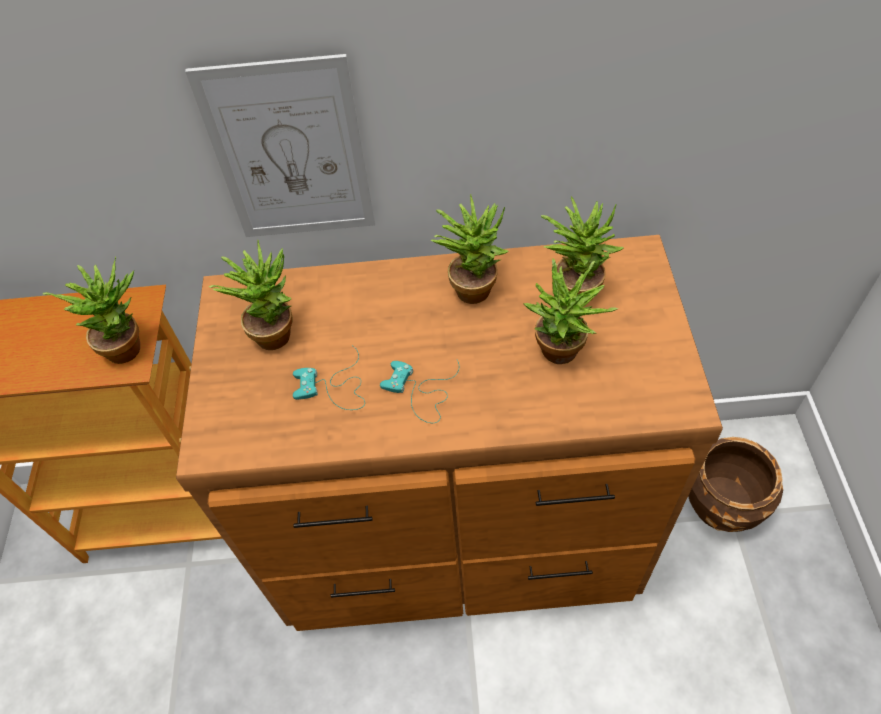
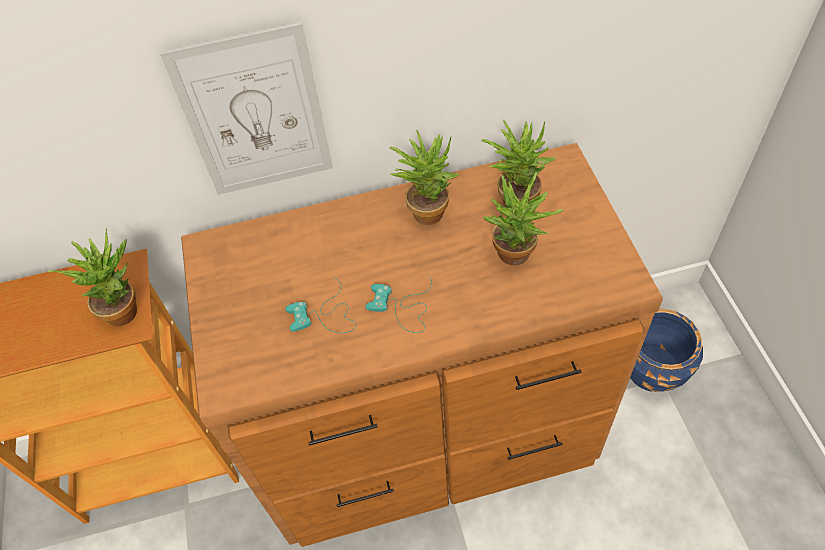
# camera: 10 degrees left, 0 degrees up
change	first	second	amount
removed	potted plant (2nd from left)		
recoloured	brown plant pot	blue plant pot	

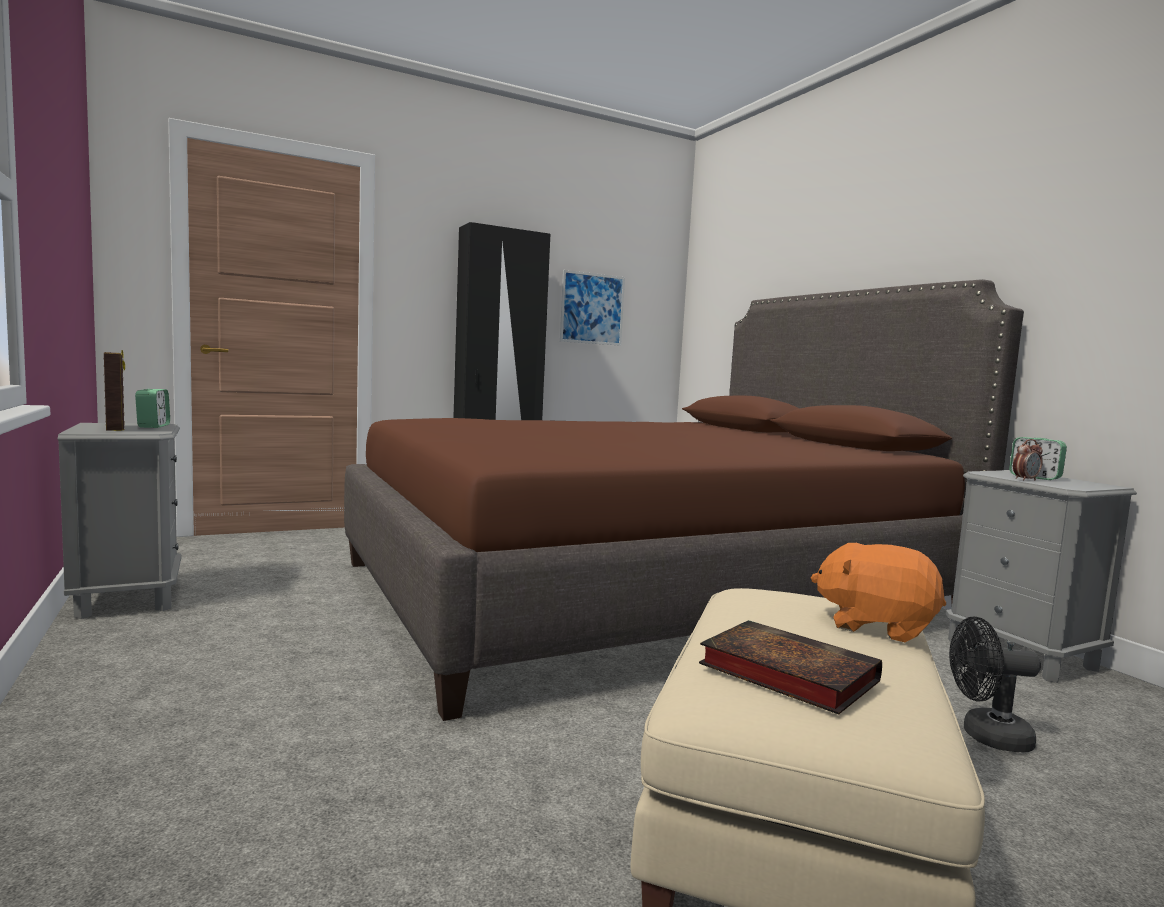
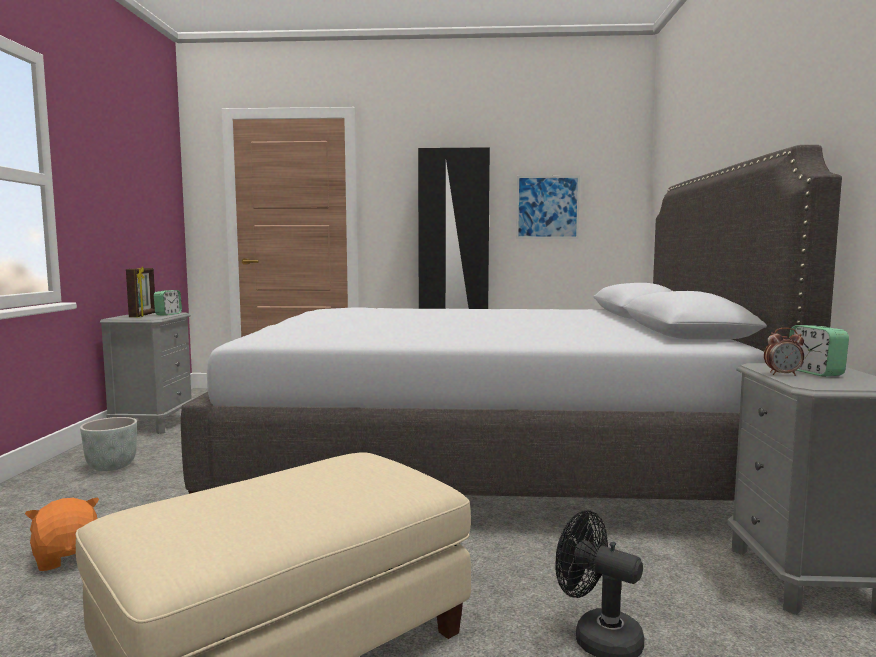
# camera: 30 degrees right, 0 degrees up
change	first	second	amount
recoloured	brown bed	gray bed	
removed	book		
moved	orange-coloured soft toy		
added		gray plant pot	

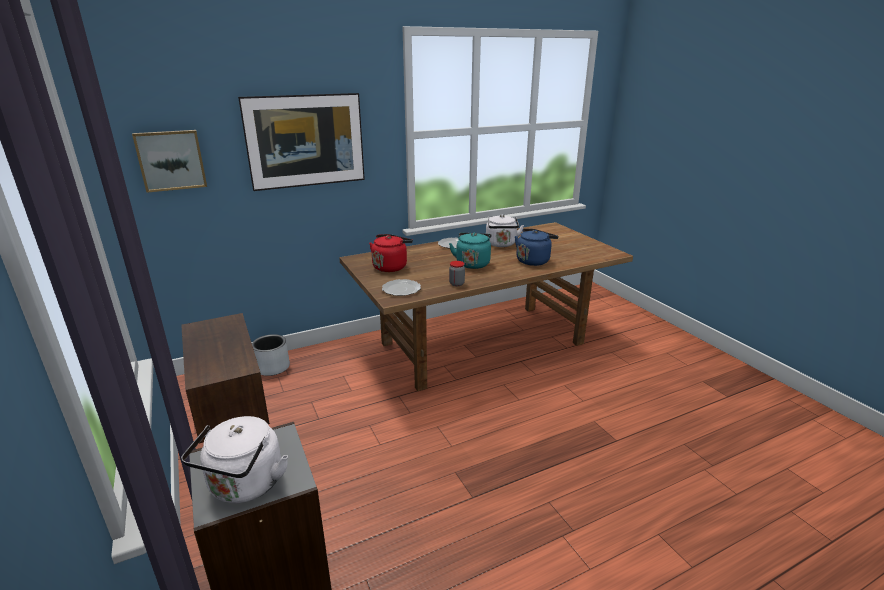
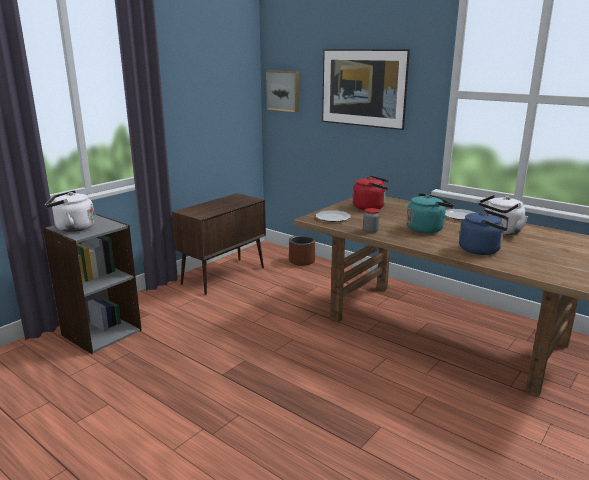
# camera: 65 degrees right, 5 degrees down
change	first	second	amount
recoloured	gray plant pot	brown plant pot	

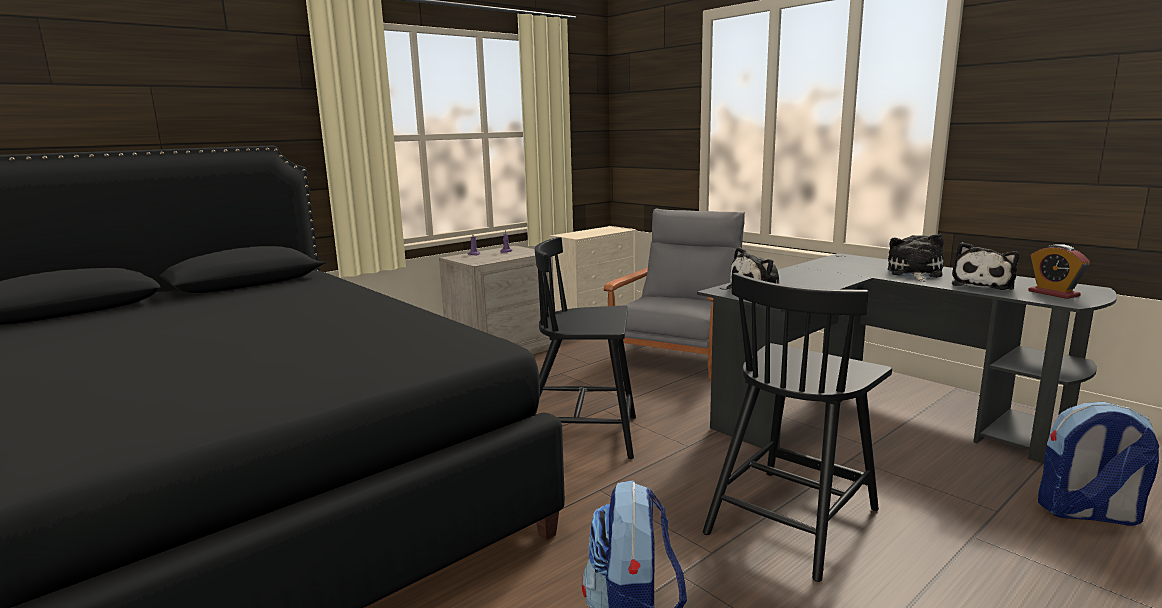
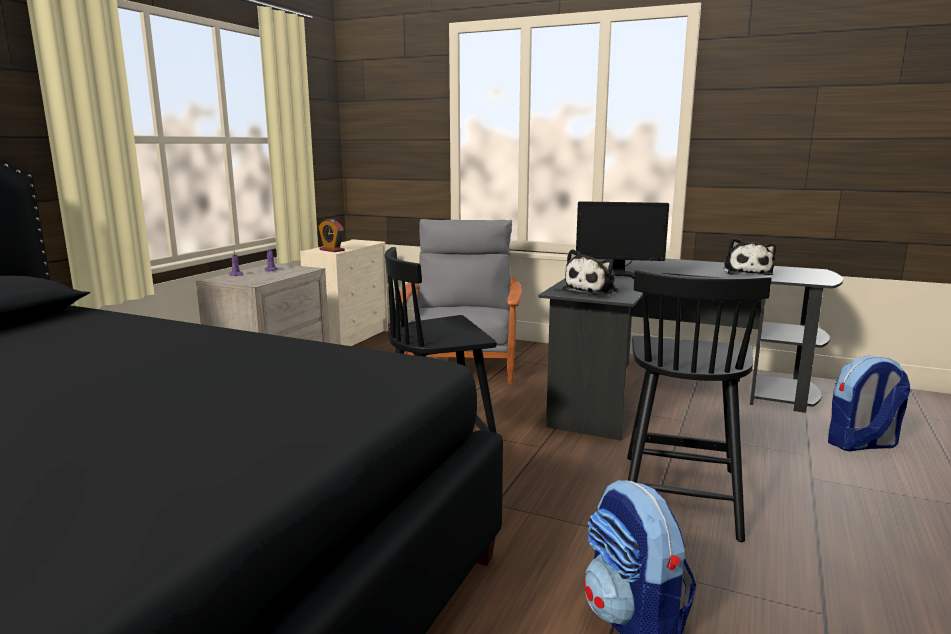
# camera: 25 degrees left, 0 degrees up
change	first	second	amount
removed	soft toy (2nd from left)		
moved	bedside clock		
added		monitor	

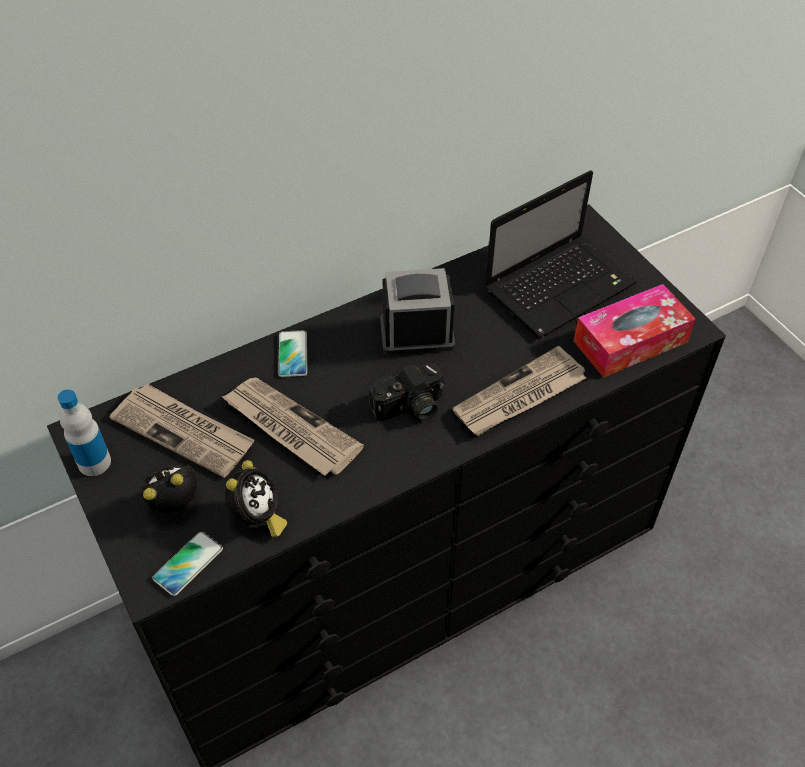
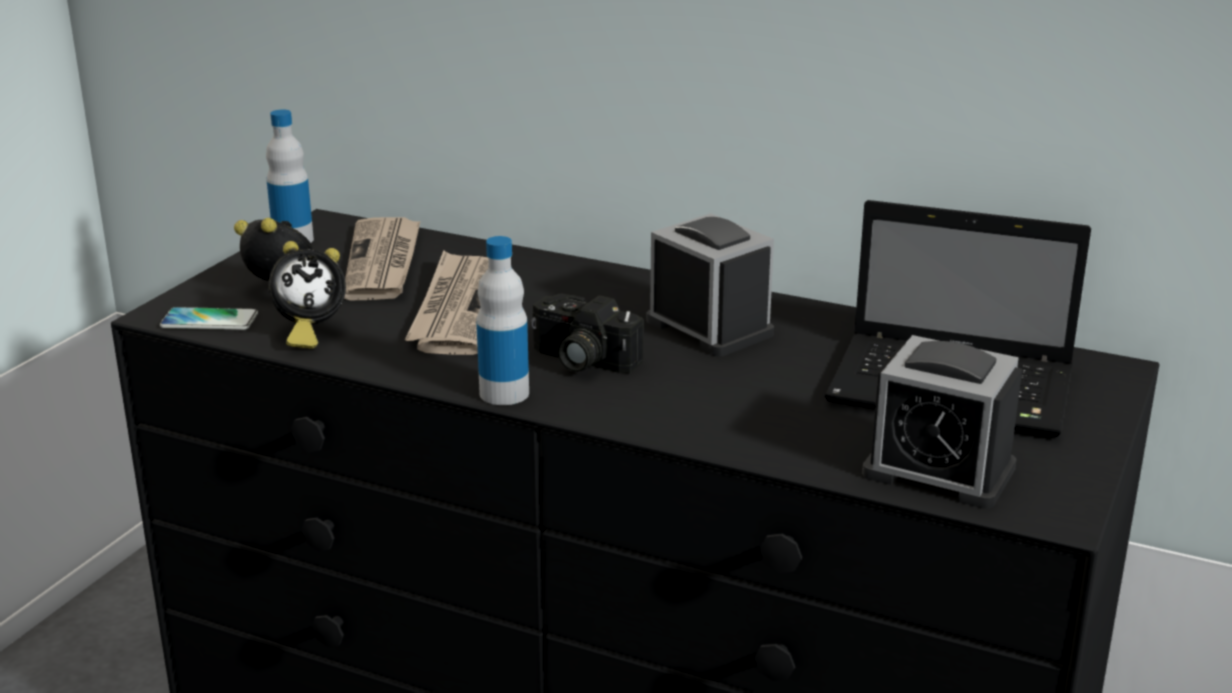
# camera: 55 degrees right, 25 degrees down
change	first	second	amount
removed	telephone (2nd from left)		
removed	newspaper (3rd from left)		
replaced	tissue box	bedside clock (4th from left)	
added		beverage bottle (2nd from left)	

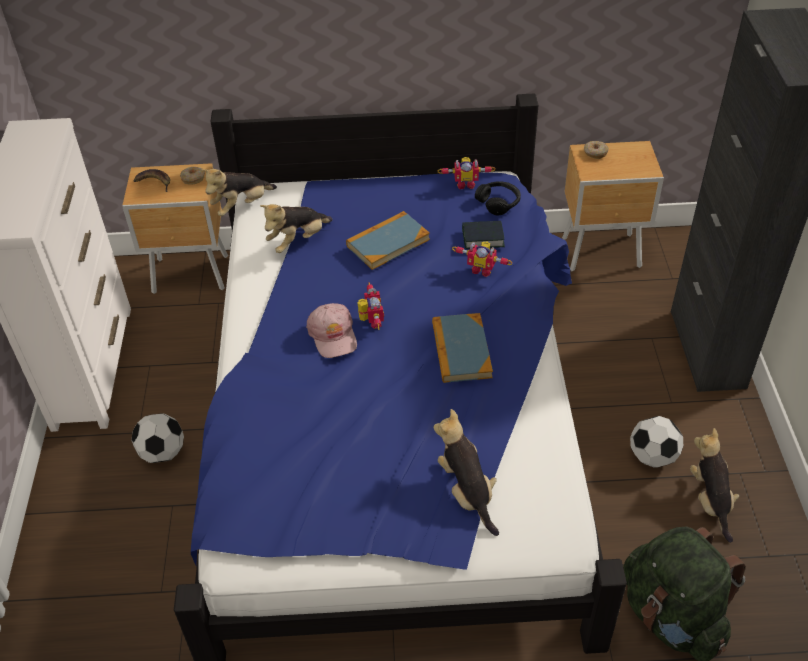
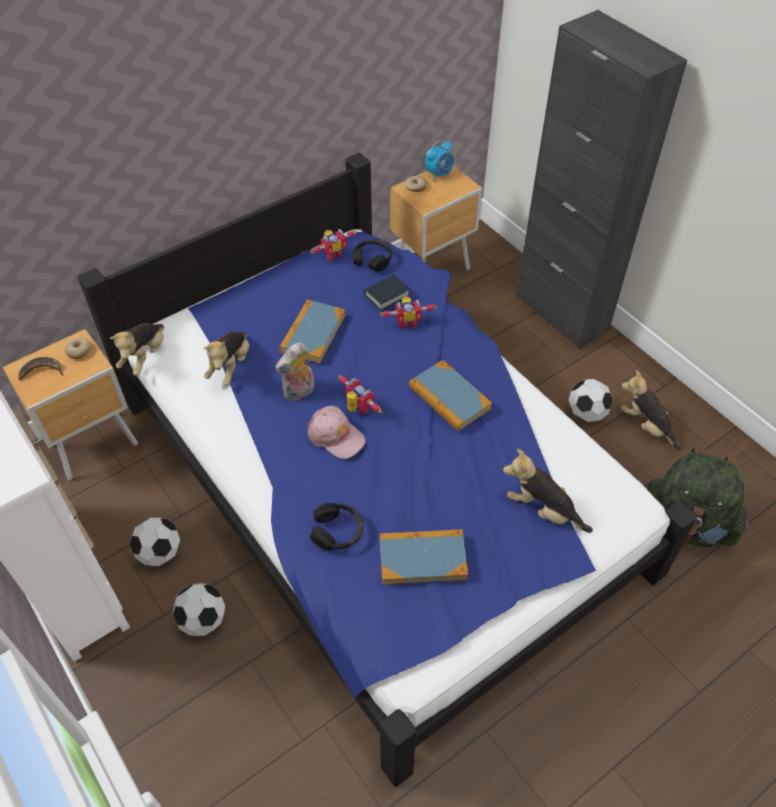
# camera: 35 degrees left, 5 degrees up
change	first	second	amount
added		football (1st from left)	
added		soft toy (3rd from left)	
added		blackish pair of headphones (1st from left)	
added		book (3rd from left)	
added		bedside clock	

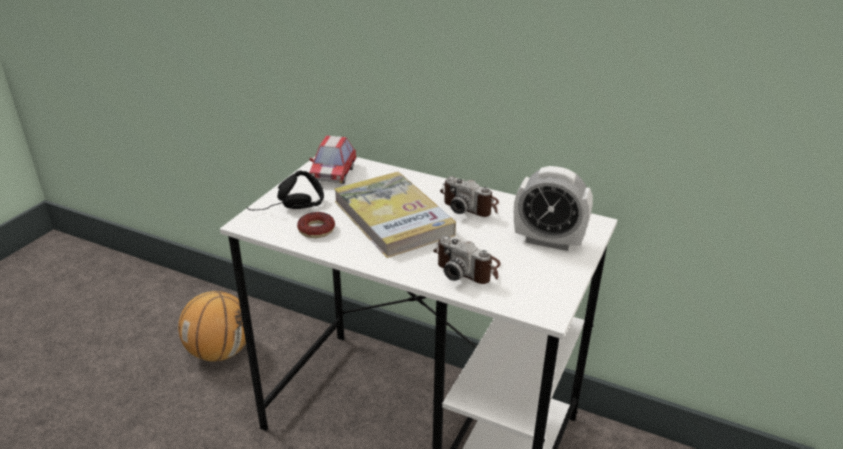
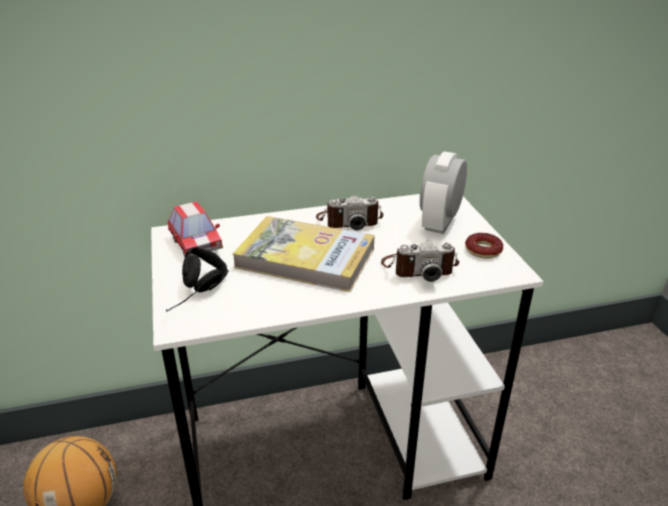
# camera: 40 degrees left, 0 degrees up
change	first	second	amount
moved	ring doughnut		
turned	bedside clock		135 degrees clockwise

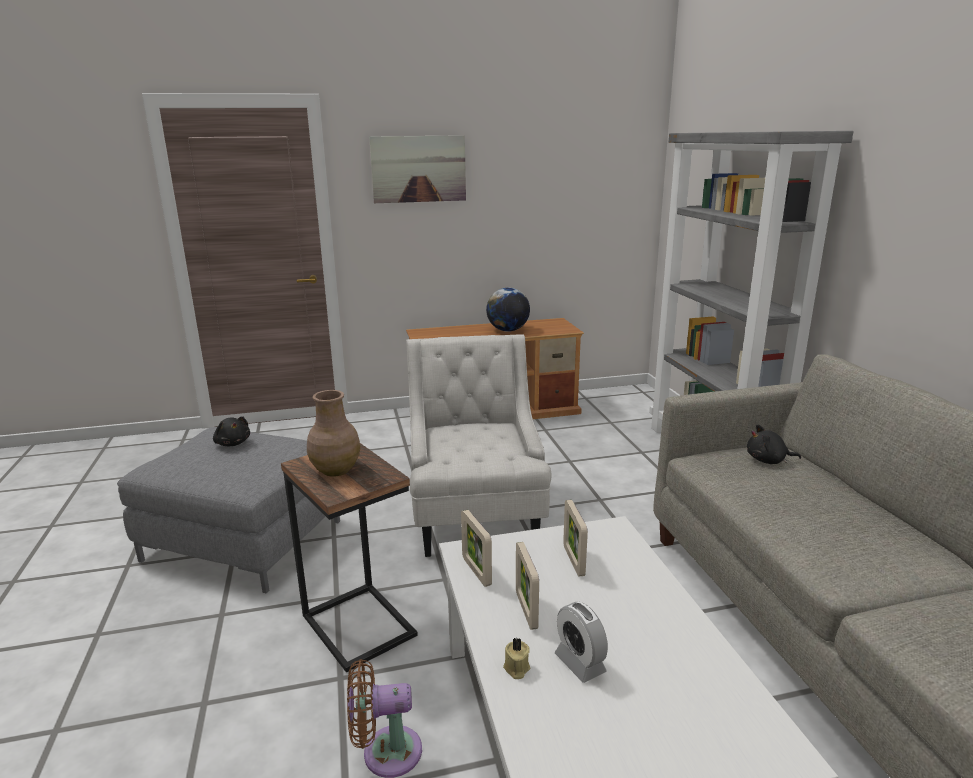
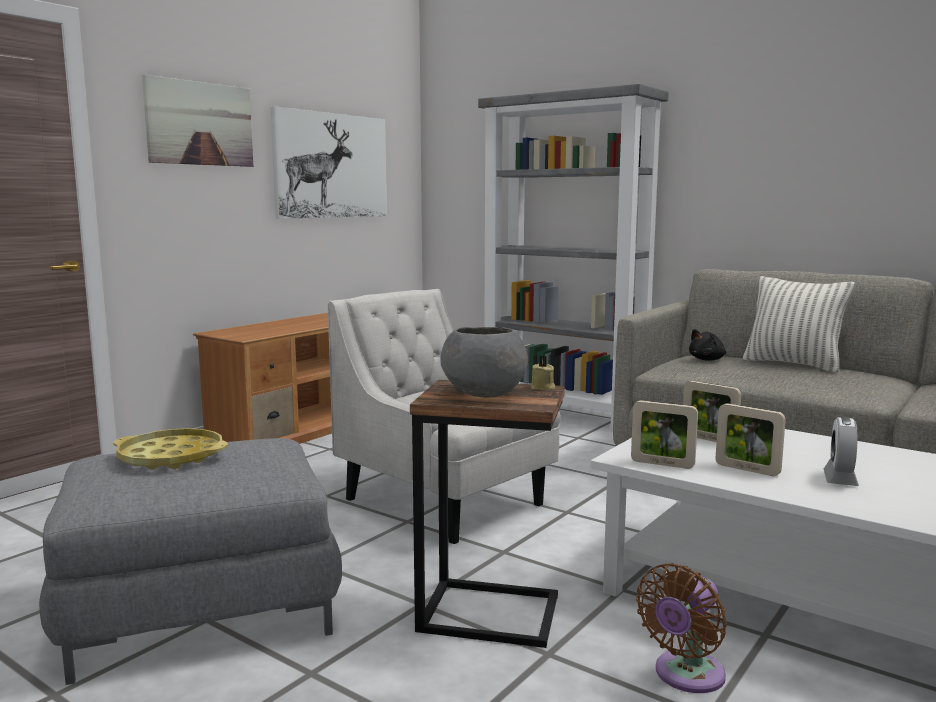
# camera: 40 degrees left, 10 degrees down
change	first	second	amount
replaced	blackish soft toy (1st from left)	yellow-coloured serving tray	
replaced	brown decorative vase	gray serving bowl	
removed	desk globe		
moved	sand-coloured wax candle		
turned	bedside clock		90 degrees clockwise
added		wall art (2nd from left)	
added		pillow	

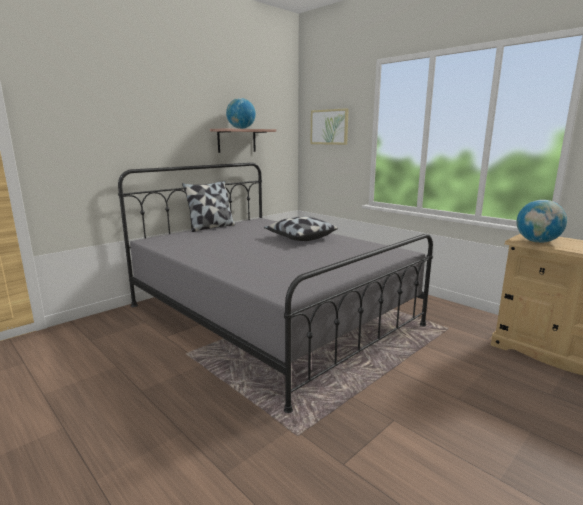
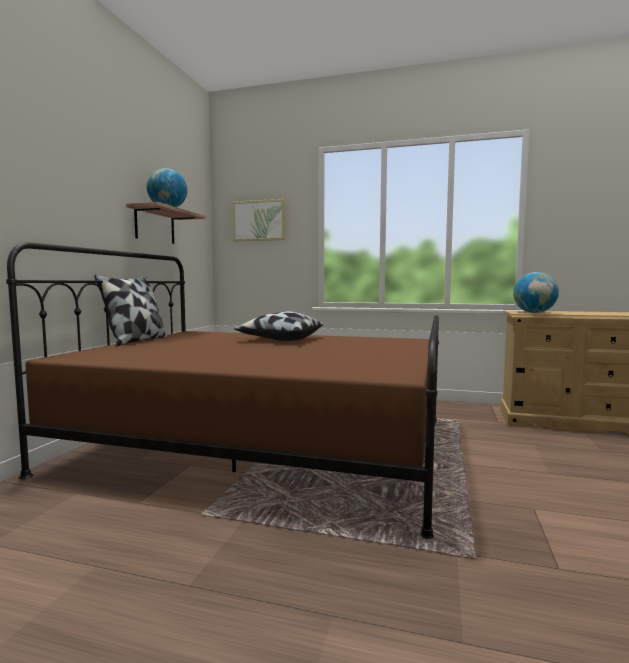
# camera: 30 degrees left, 10 degrees down
change	first	second	amount
recoloured	gray bed	brown bed	

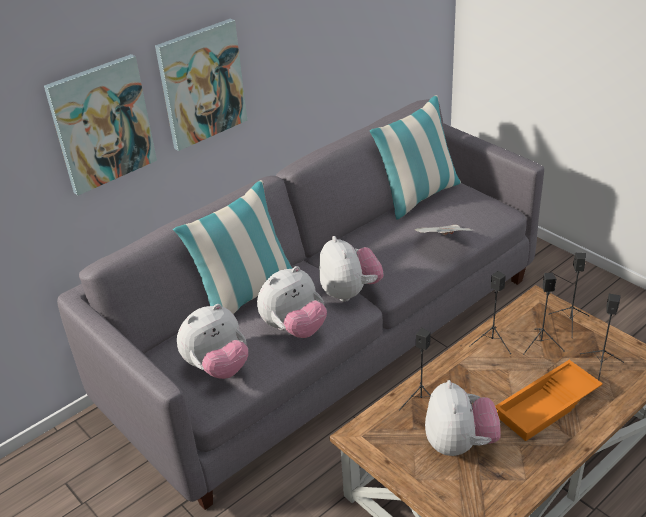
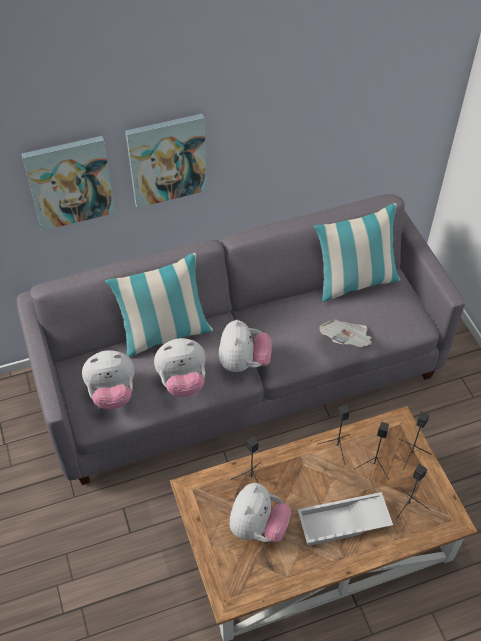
# camera: 20 degrees right, 15 degrees up
change	first	second	amount
recoloured	orange-coloured serving tray	white-coloured serving tray	

